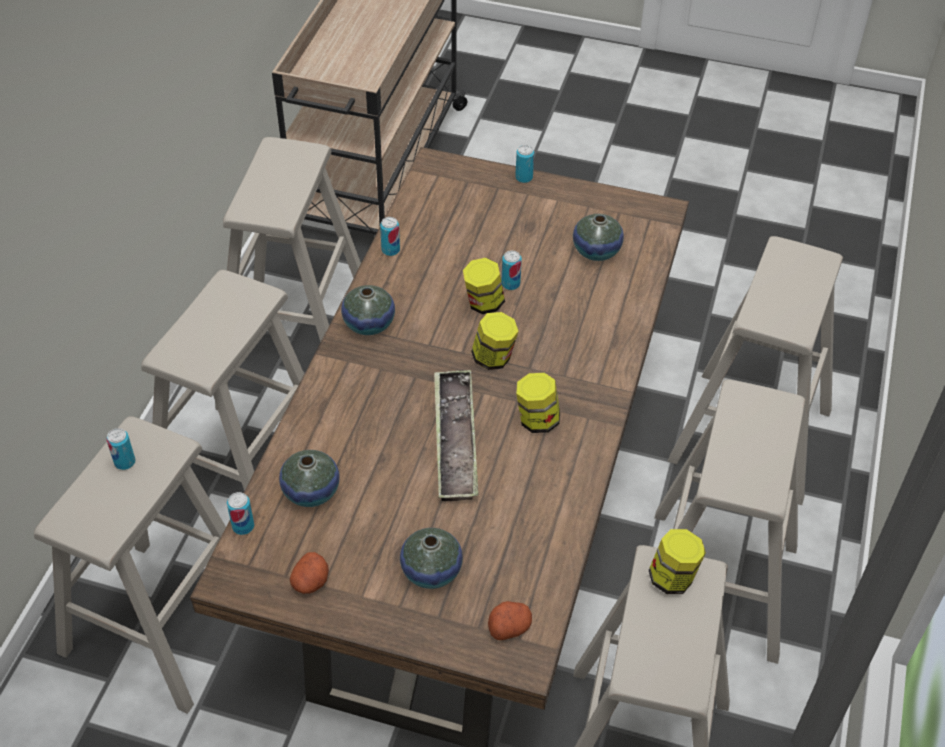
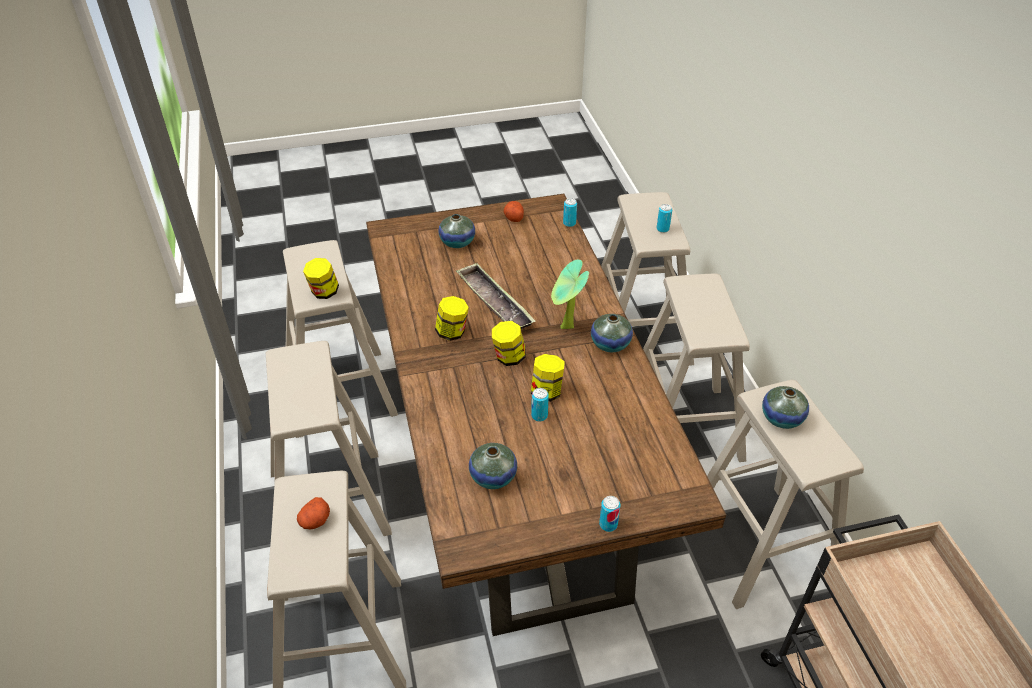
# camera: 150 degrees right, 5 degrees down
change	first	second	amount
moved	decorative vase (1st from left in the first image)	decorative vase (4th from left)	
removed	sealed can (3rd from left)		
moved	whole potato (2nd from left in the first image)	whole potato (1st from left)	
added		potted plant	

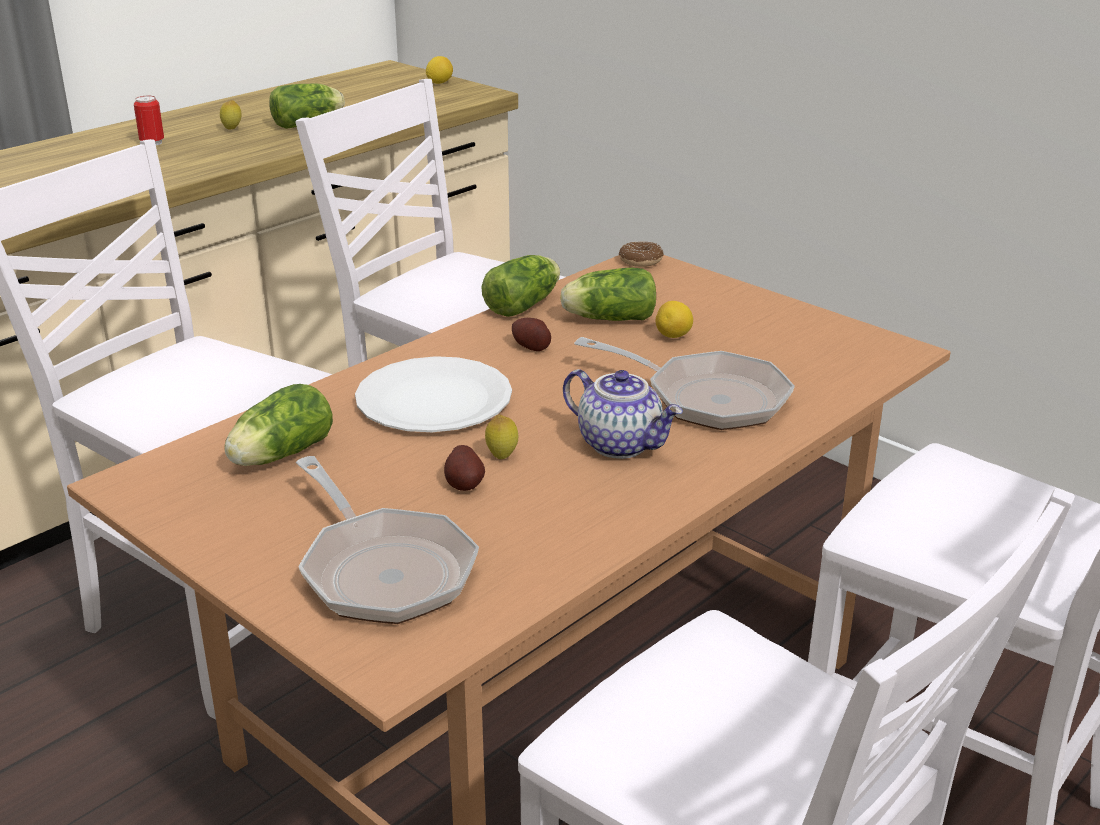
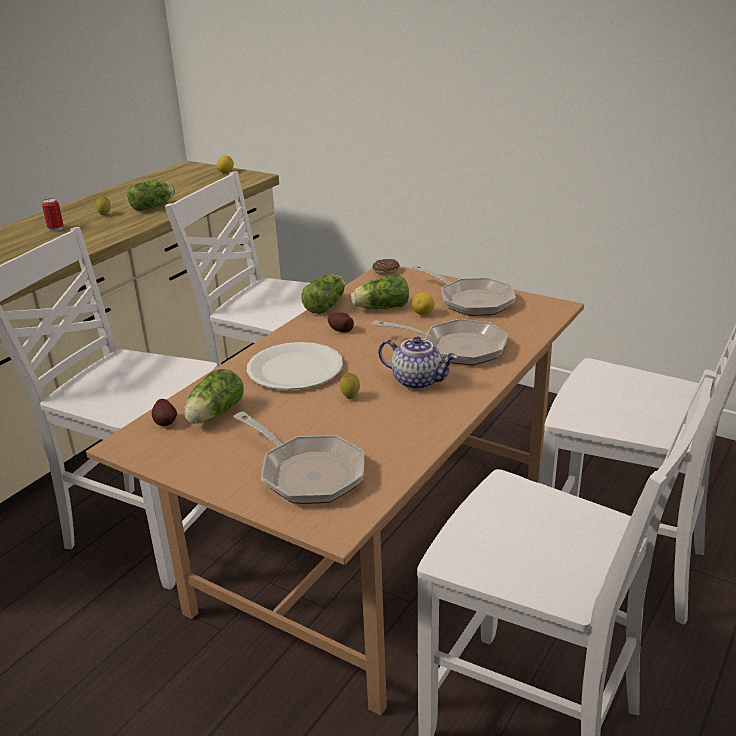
# camera: 10 degrees left, 0 degrees up
change	first	second	amount
moved	whole potato (1st from left)		
added		skillet (3rd from left)	

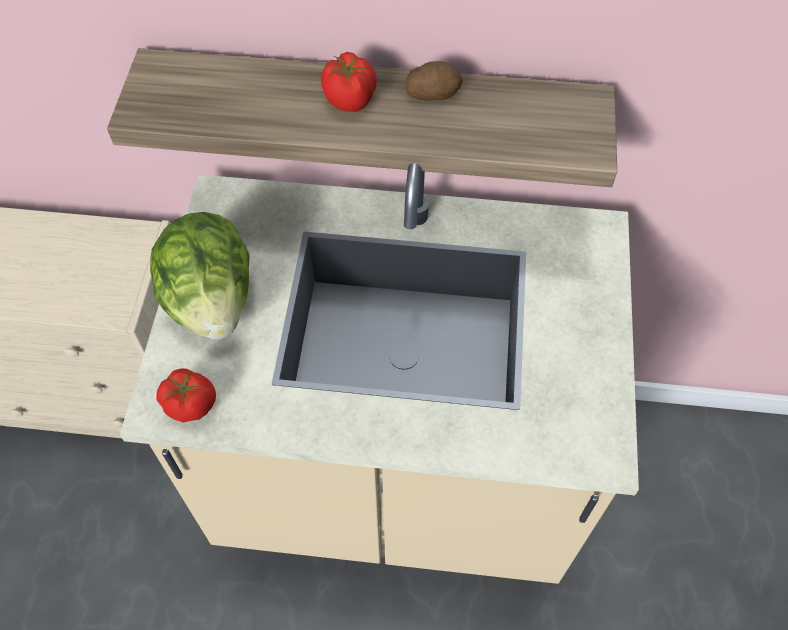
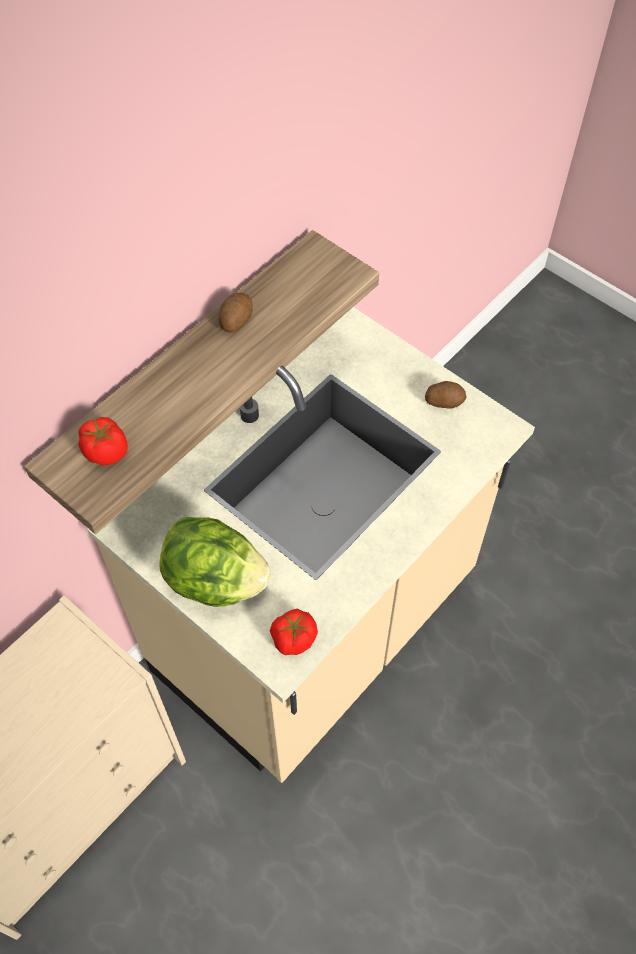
# camera: 55 degrees left, 0 degrees up
change	first	second	amount
moved	tomato (2nd from left in the first image)	tomato (1st from left)	
added		whole potato (2nd from left)	

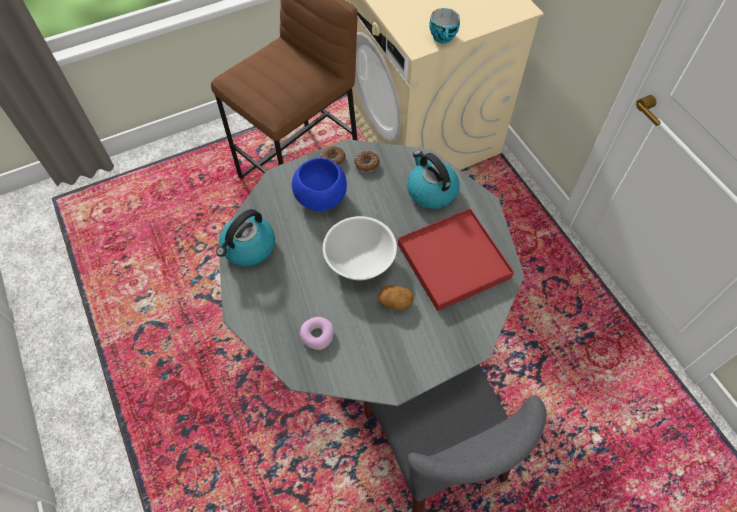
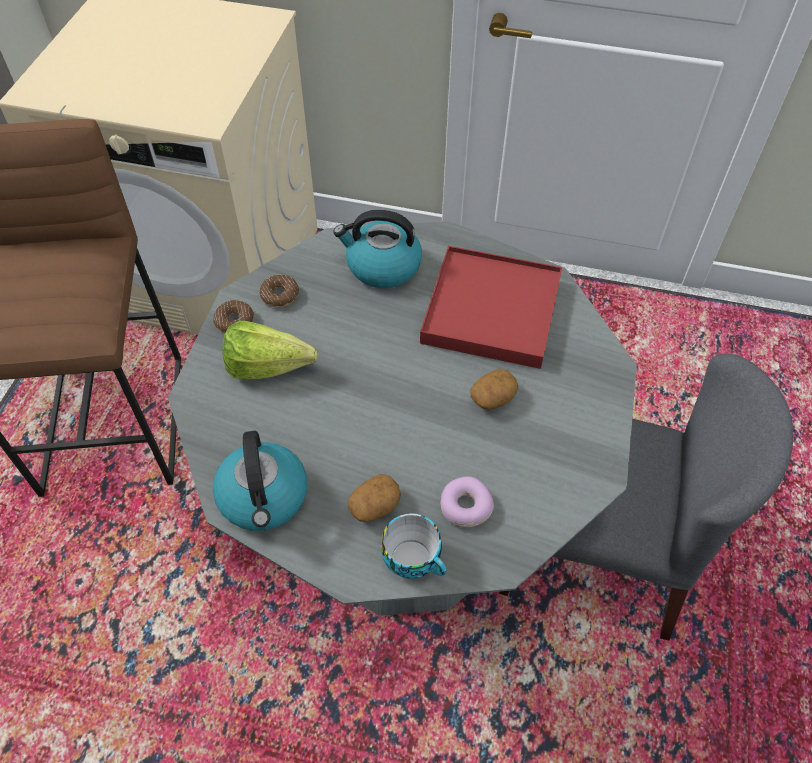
# camera: 50 degrees left, 5 degrees down
change	first	second	amount
replaced	blue serving bowl	lettuce head	
removed	white-coloured serving bowl		
moved	drinking cup		
added		whole potato (1st from left)	

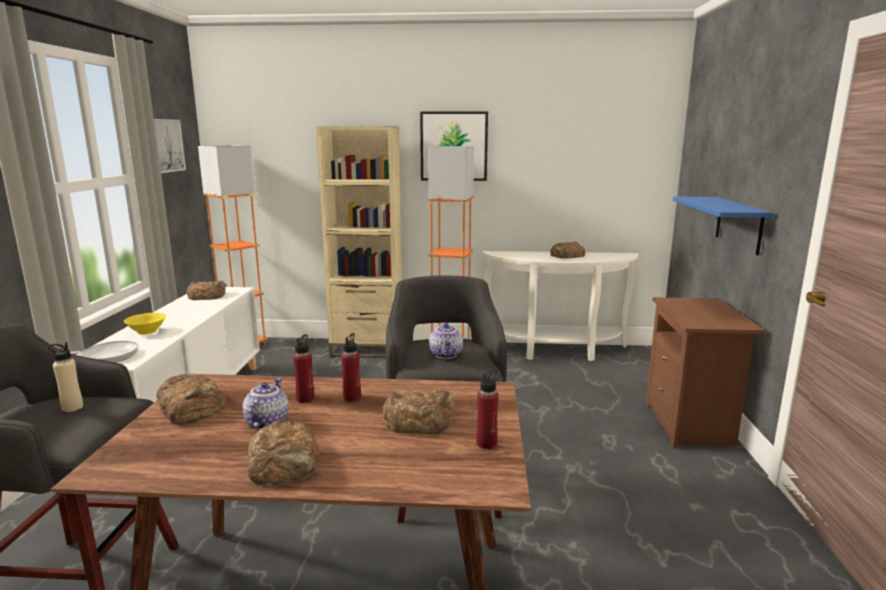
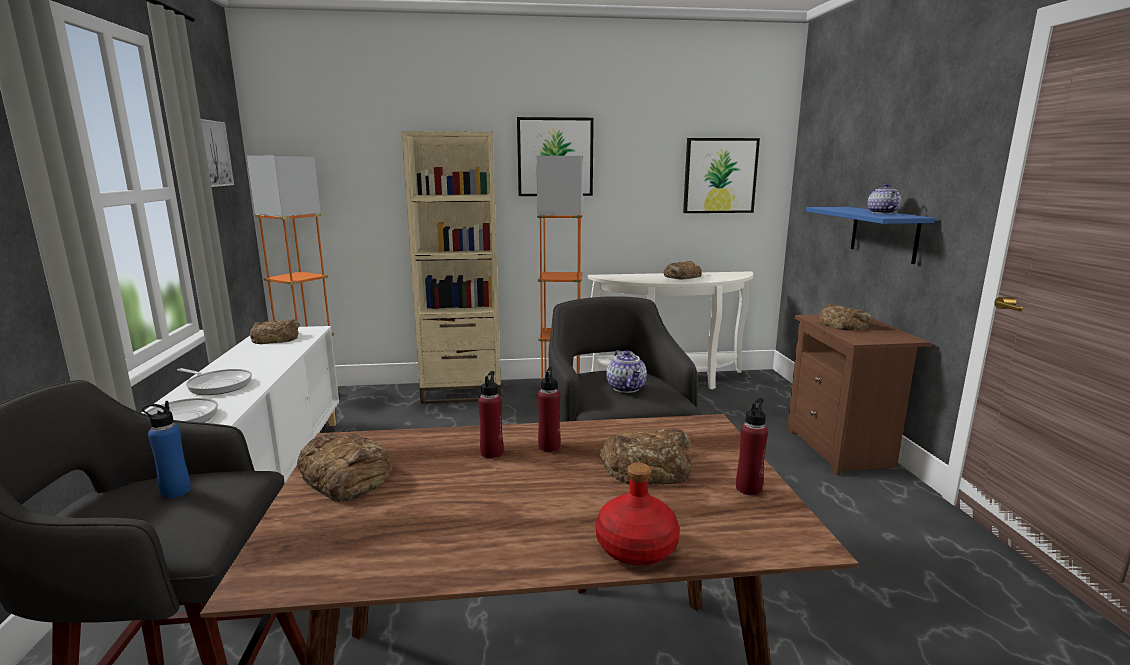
# camera: 10 degrees left, 0 degrees up
change	first	second	amount
recoloured	sand-coloured beverage bottle	blue beverage bottle	
replaced	yellow-coloured serving bowl	skillet (2nd from left)	
moved	pot for tea (1st from left in the first image)	pot for tea (2nd from left)	
moved	bakery bread (3rd from left in the first image)	bakery bread (5th from left)	
added		red-coloured beverage bottle (3rd from left)	
added		wall art (3rd from left)	

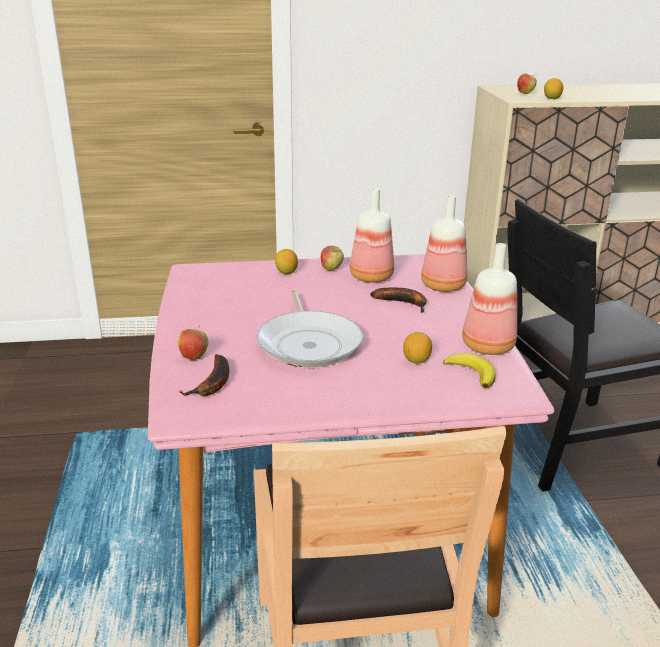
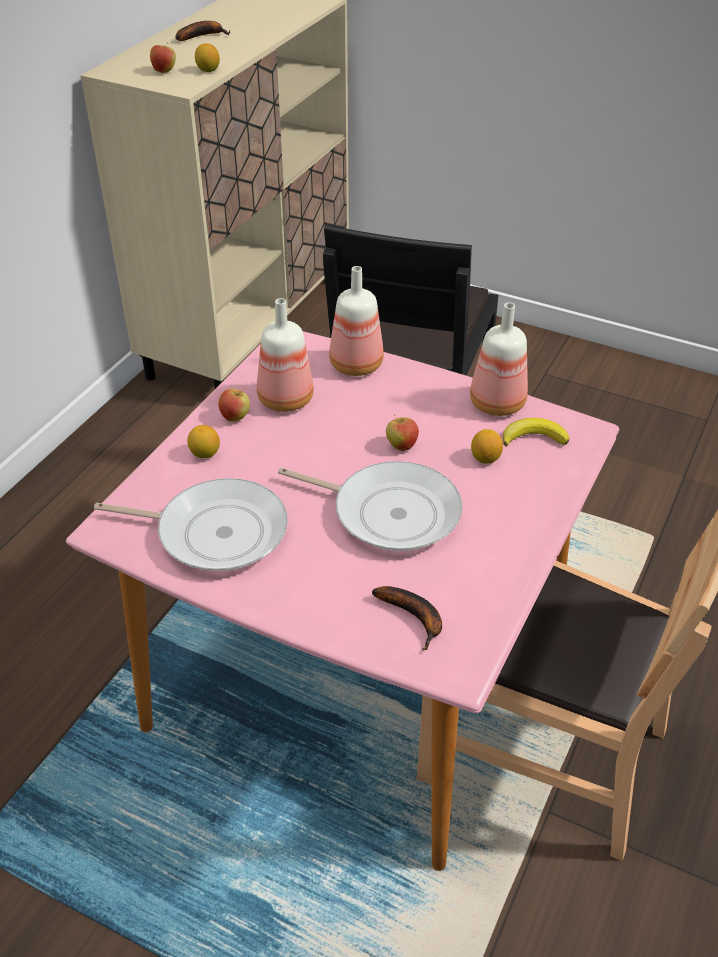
# camera: 55 degrees left, 15 degrees up
change	first	second	amount
moved	whole apple (1st from left in the first image)	whole apple (3rd from left)	
moved	banana fruit (2nd from left in the first image)	banana fruit (1st from left)	
added		skillet (1st from left)	

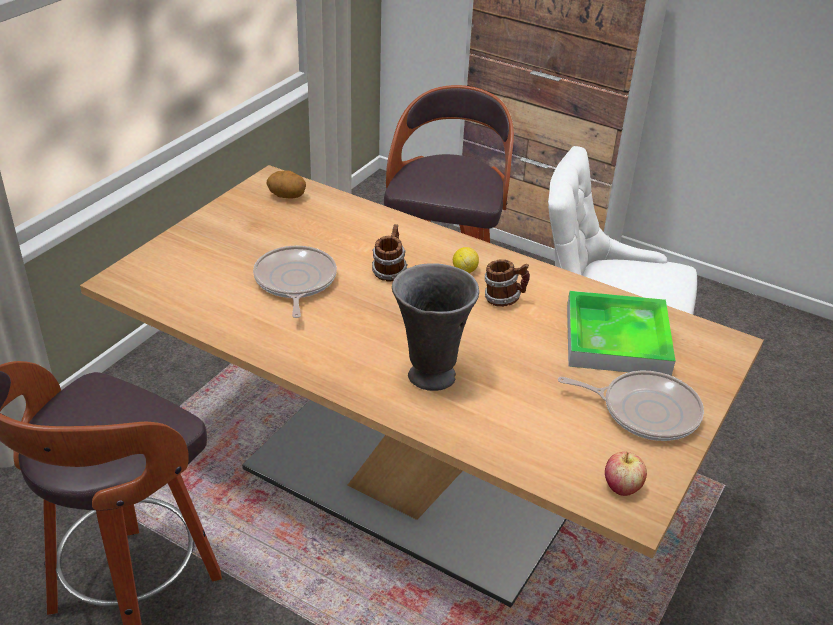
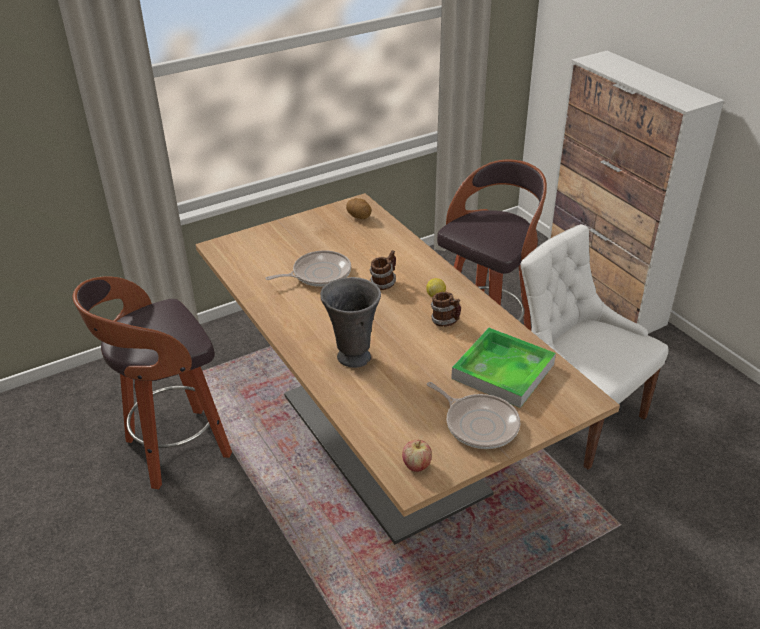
# camera: 30 degrees right, 0 degrees up
change	first	second	amount
turned	skillet (1st from left)		45 degrees clockwise

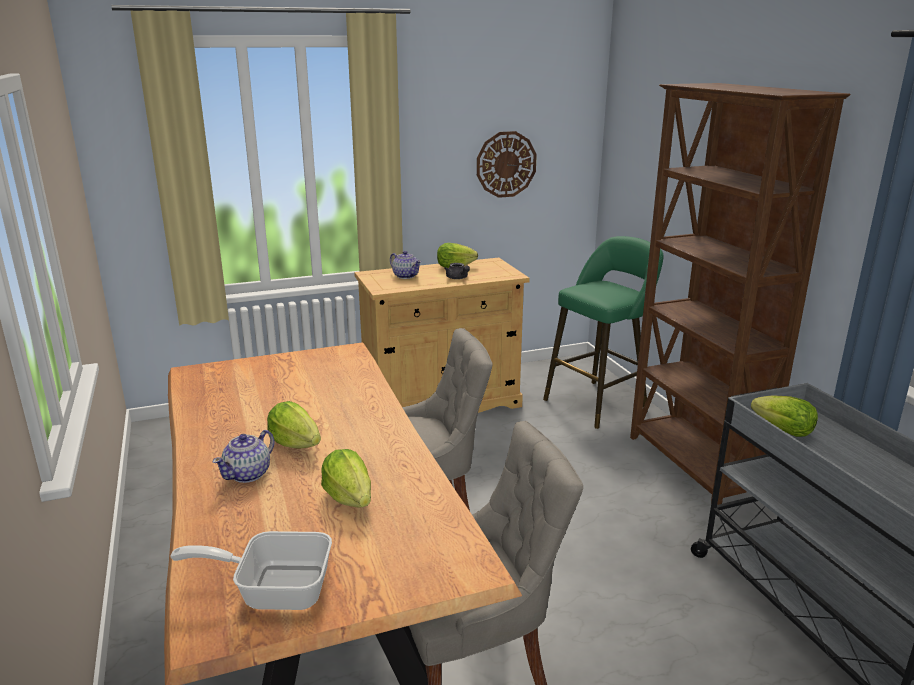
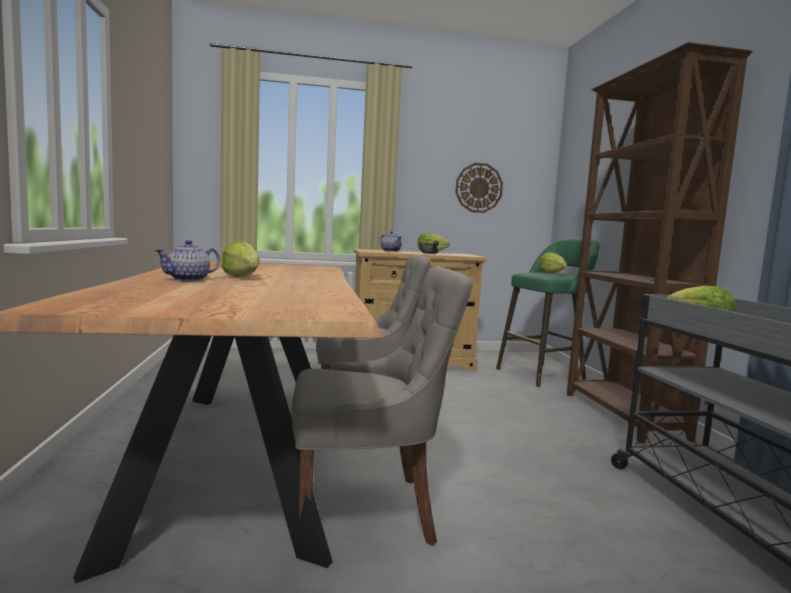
# camera: 10 degrees right, 15 degrees down
change	first	second	amount
removed	skillet		
moved	lettuce head (2nd from left in the first image)	lettuce head (3rd from left)	

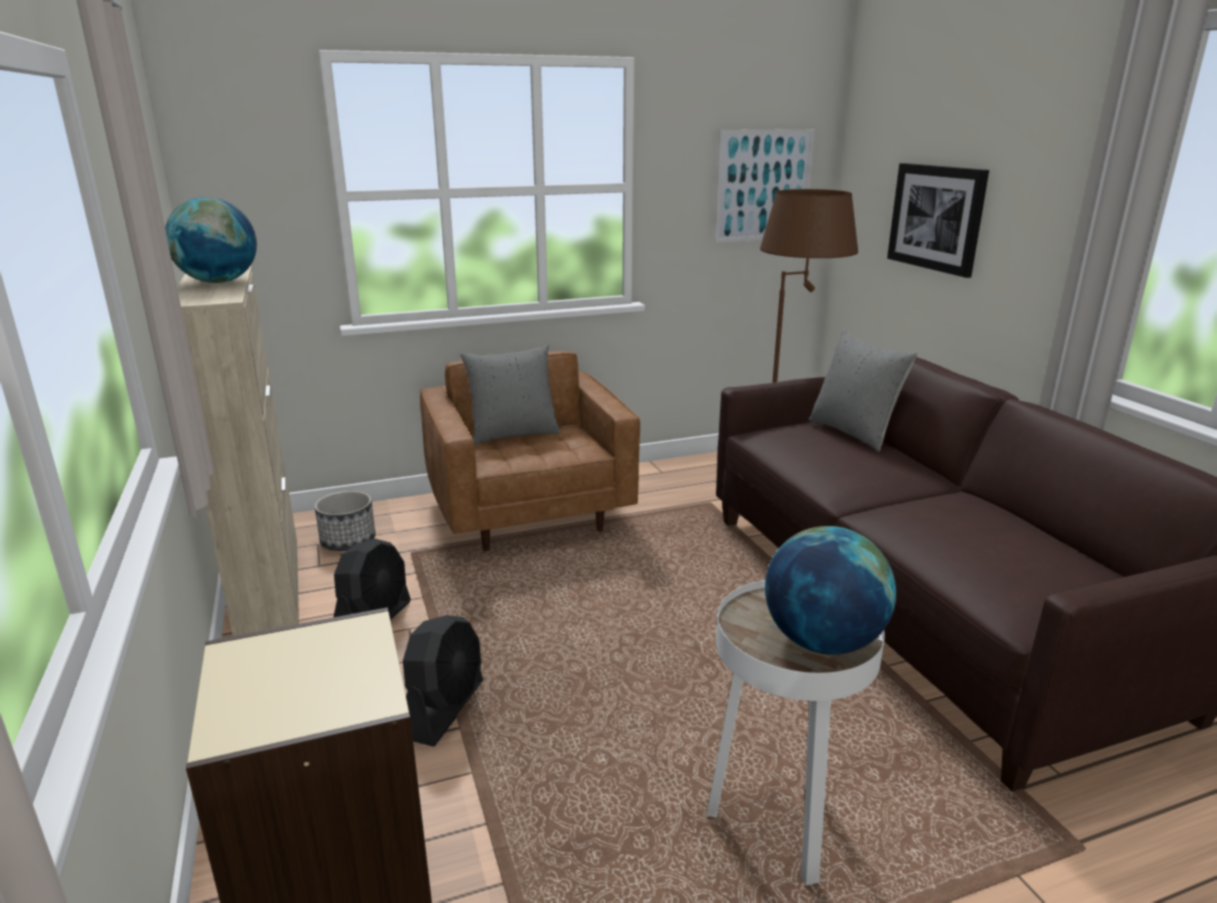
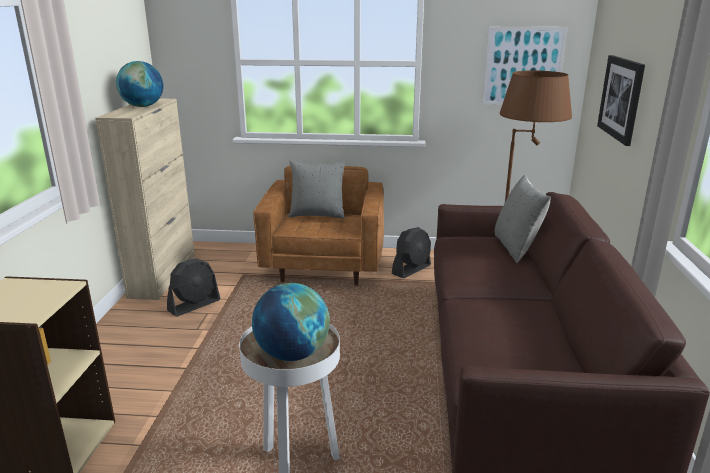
# camera: 25 degrees right, 0 degrees up
change	first	second	amount
removed	plant pot		
moved	blackish fan (2nd from left)		

